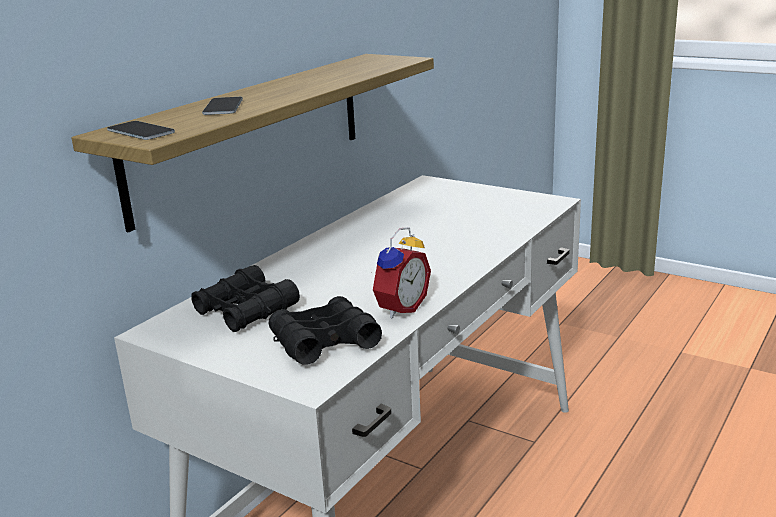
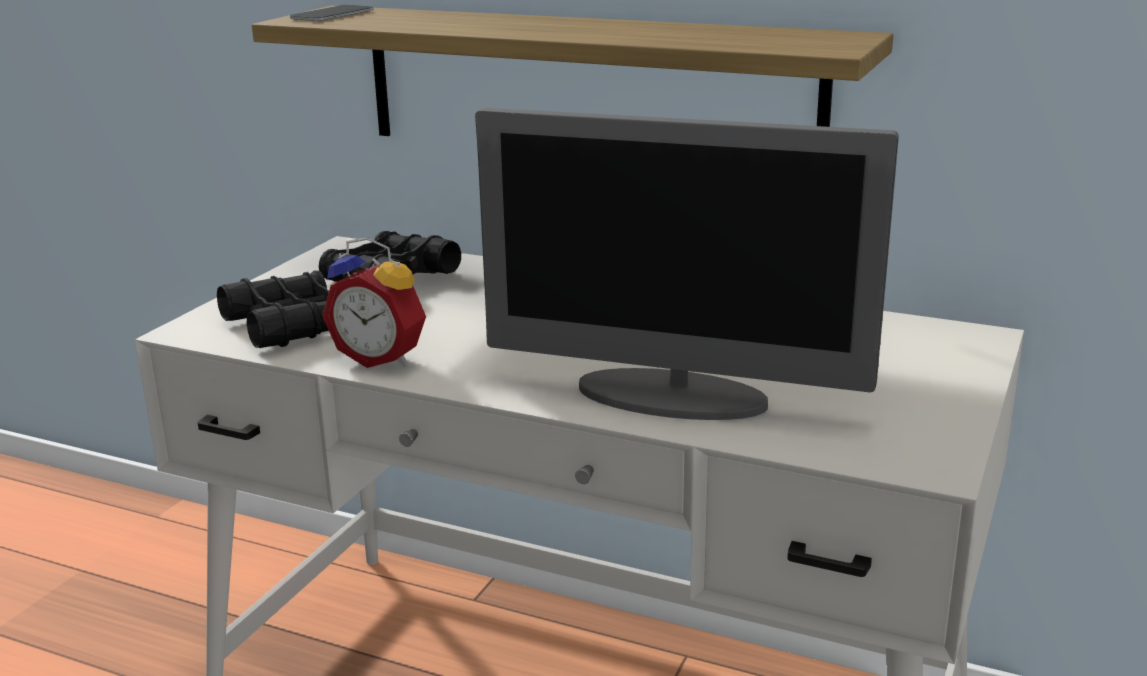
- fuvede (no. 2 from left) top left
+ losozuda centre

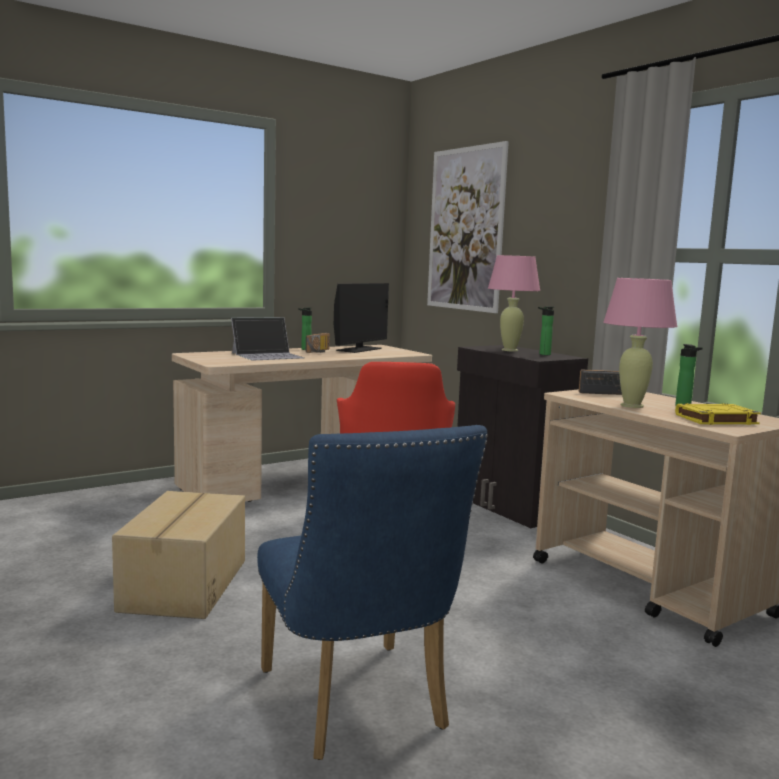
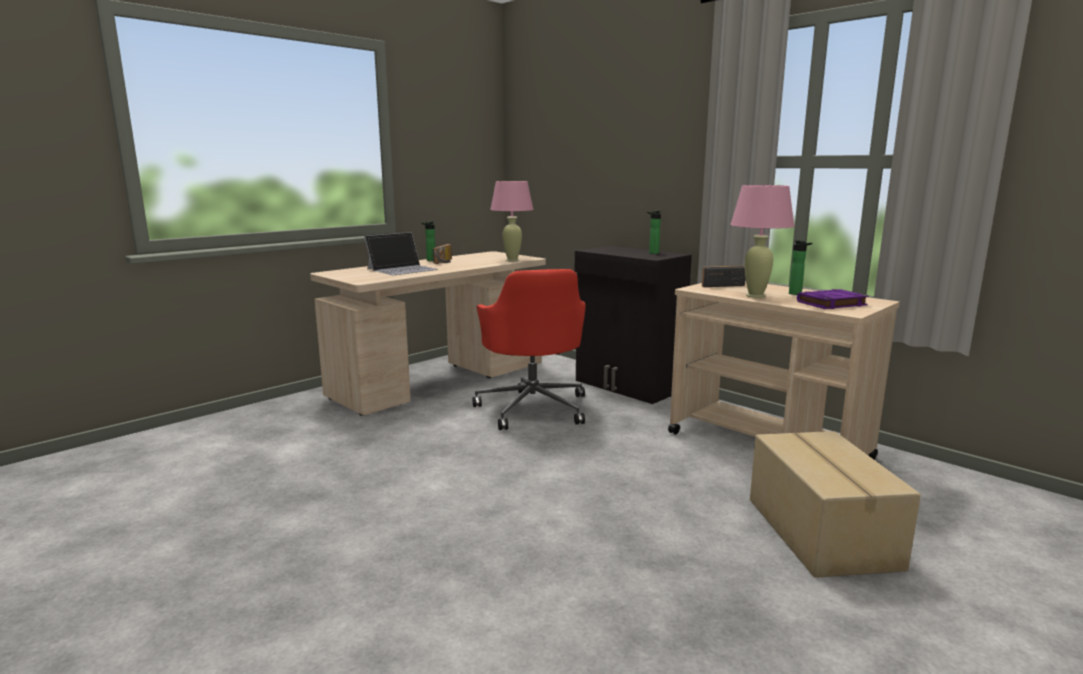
~ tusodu bottom left to bottom right
- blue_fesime bottom centre
- losozuda centre
- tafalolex top centre
~ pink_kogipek (no. 1 from left) centre to top centre
~ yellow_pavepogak middle right to purple_pavepogak middle right

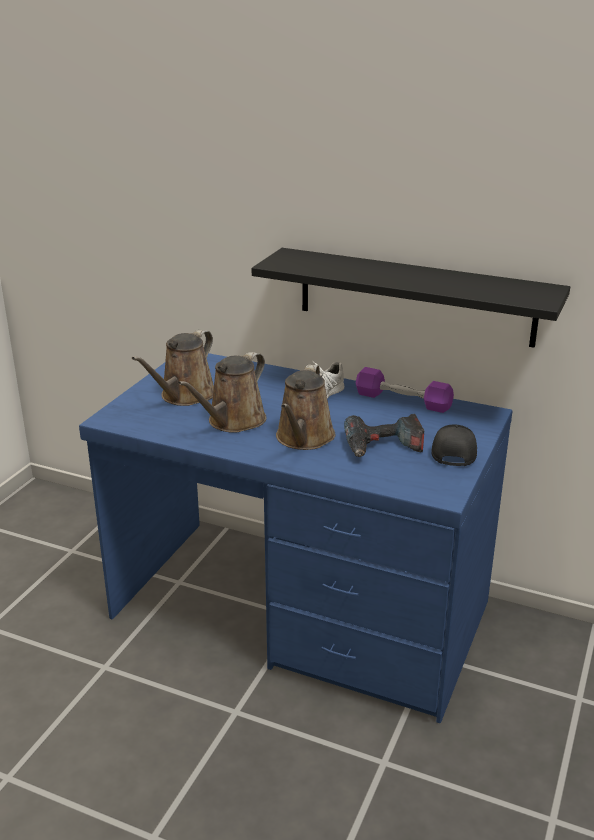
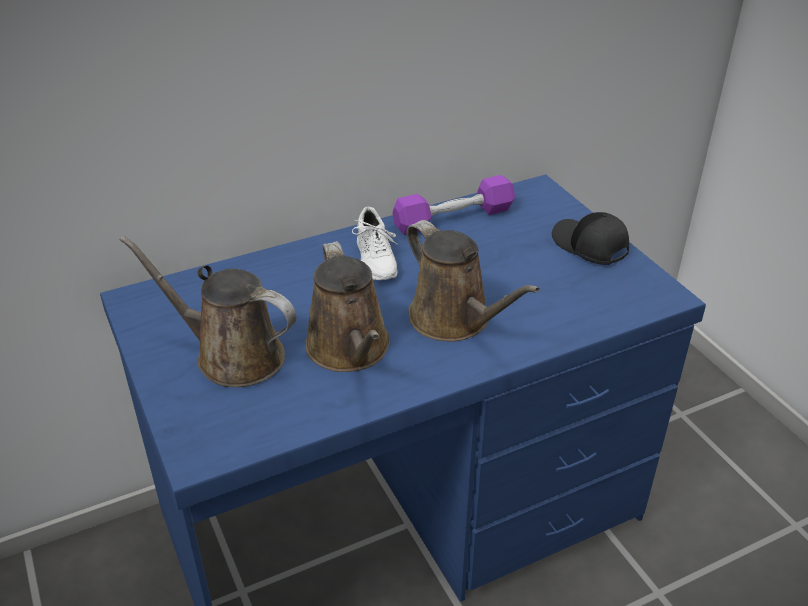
~ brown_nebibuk (no. 1 from left) middle left = middle left 135 degrees clockwise
- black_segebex middle right
- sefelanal centre

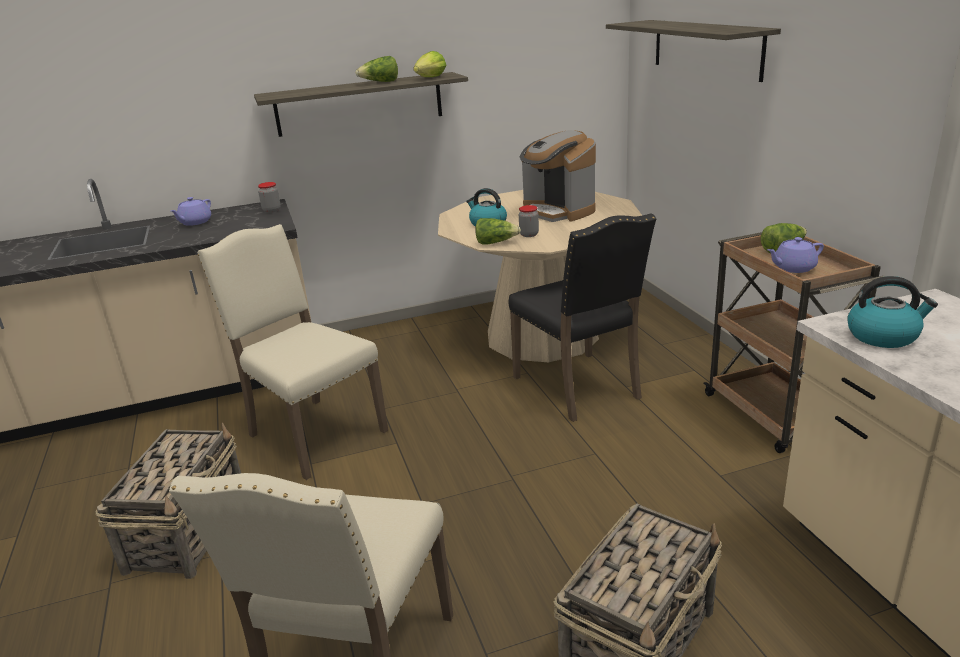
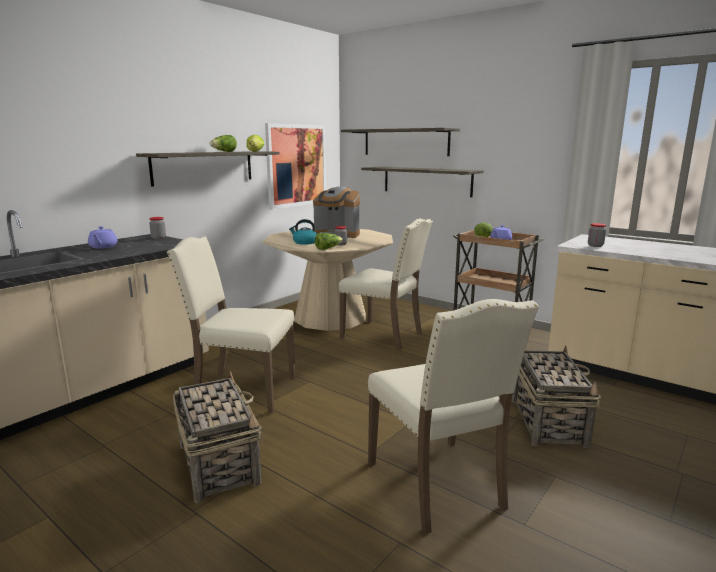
~ black_fesime centre to beige_fesime (no. 2 from left) centre
~ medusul (no. 2 from left) middle right to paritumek (no. 3 from left) middle right
+ tafalolex top centre
+ segebex (no. 3 from left) top centre

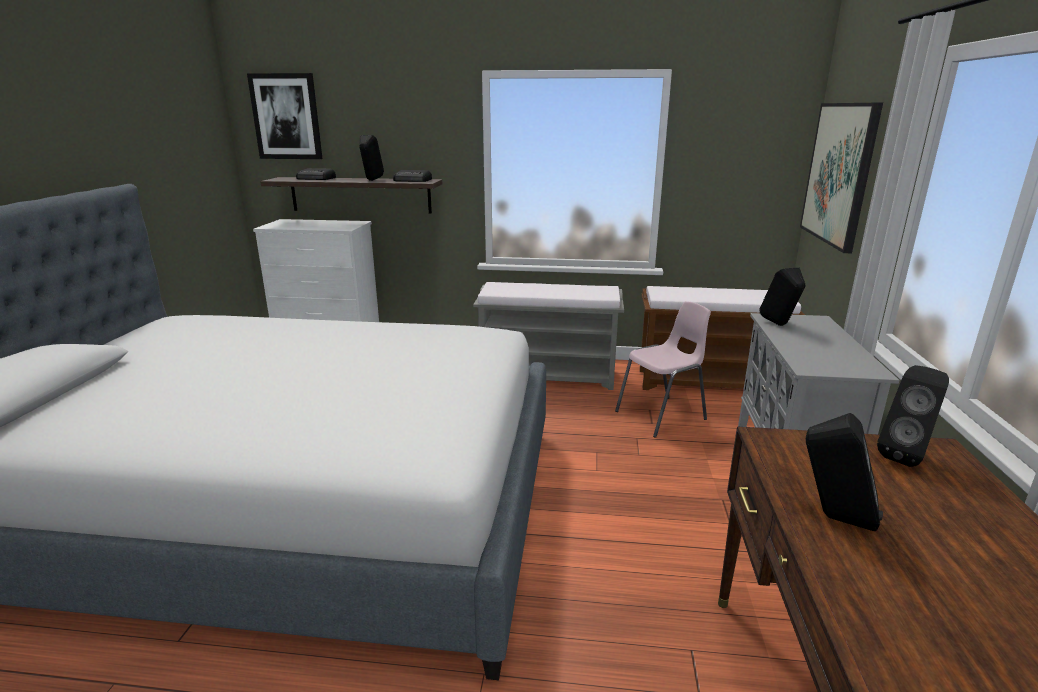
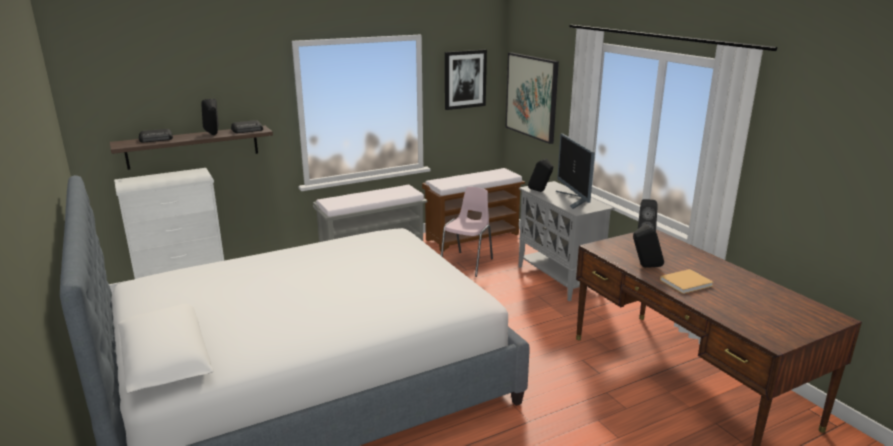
~ tafalolex (no. 1 from left) top left to top centre
+ losozuda centre
+ beige_pavepogak middle right

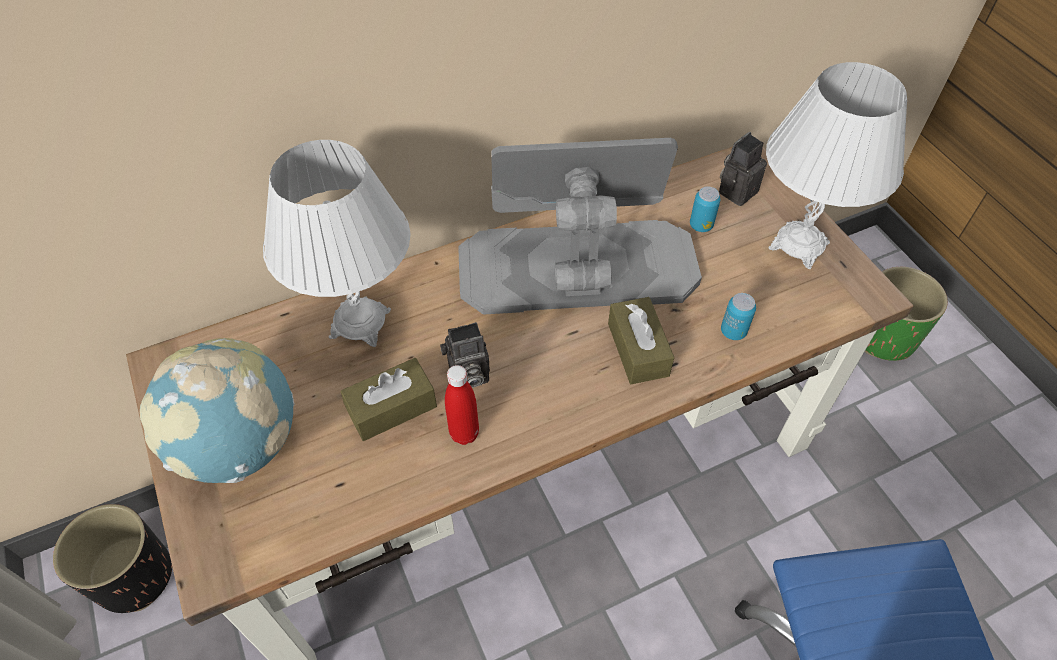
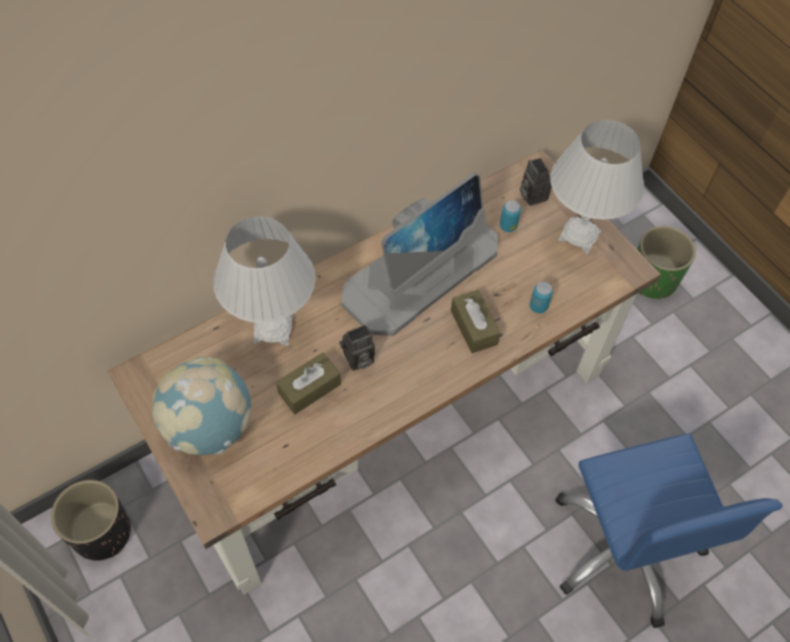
- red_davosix centre
~ losozuda centre = centre 150 degrees clockwise
~ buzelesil (no. 2 from left) top right = top right 60 degrees counterclockwise

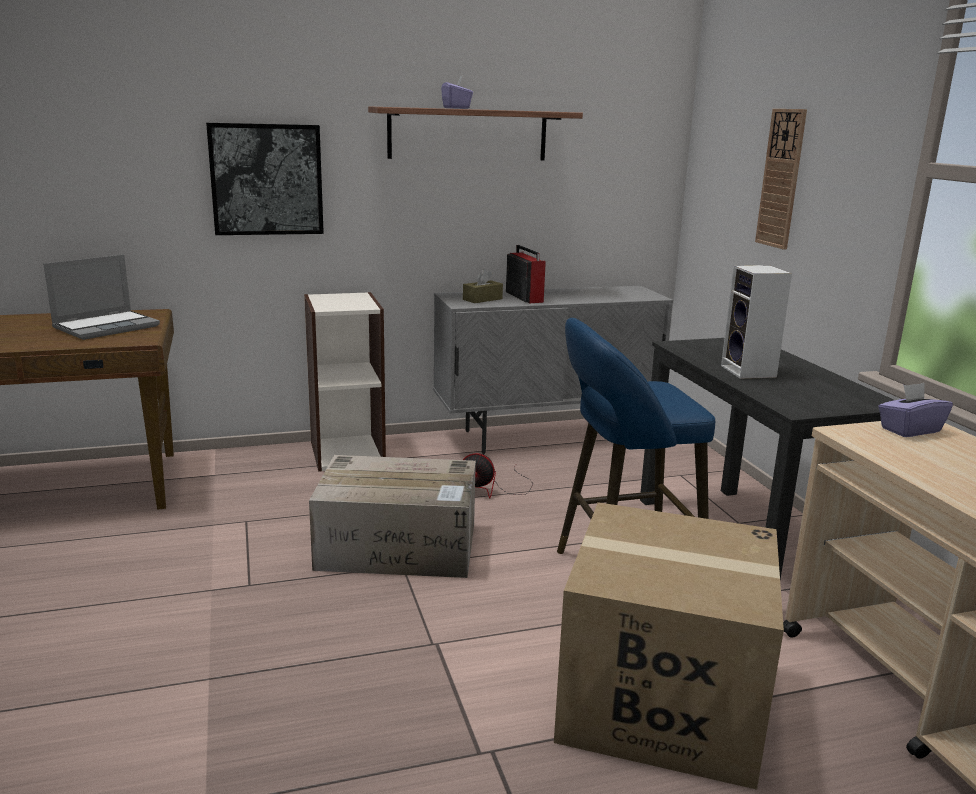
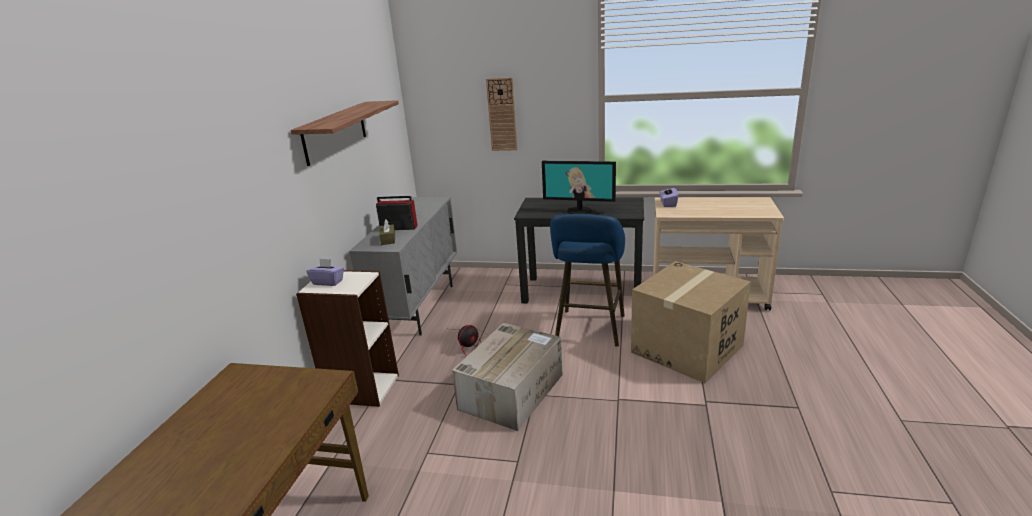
- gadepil middle left
- tafalolex top left
~ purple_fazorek (no. 1 from left) top centre to middle left
~ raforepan middle right to losozuda centre

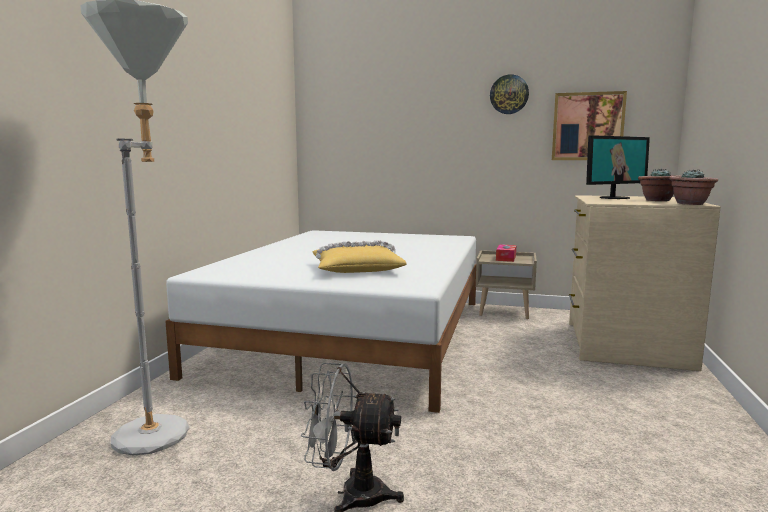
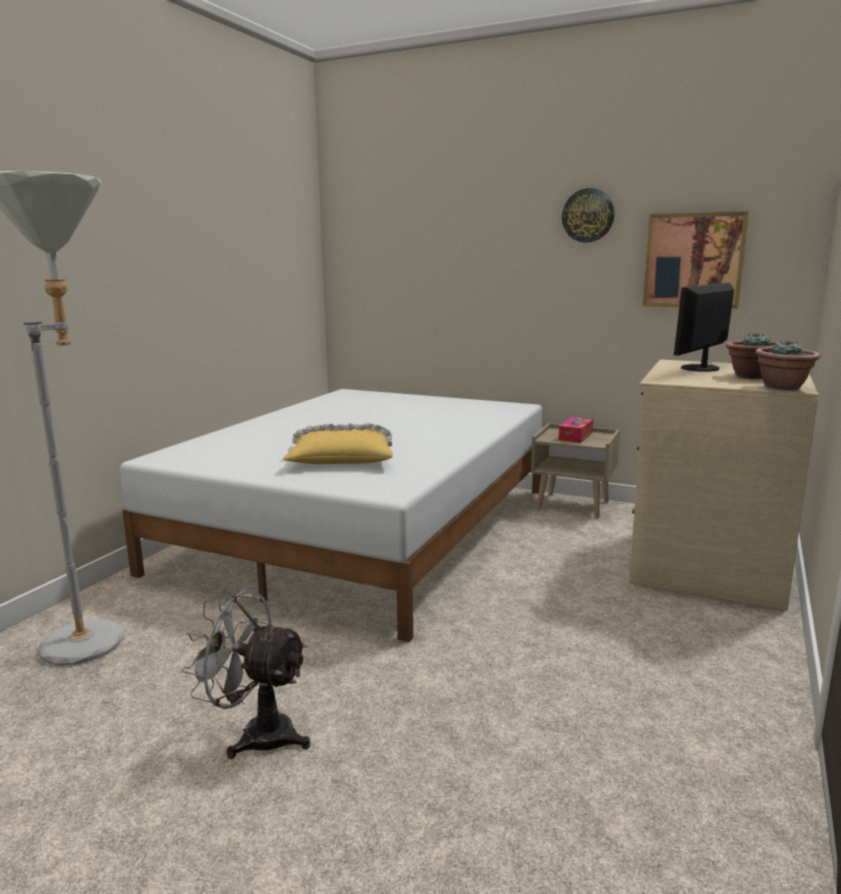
~ losozuda top right = middle right 150 degrees clockwise

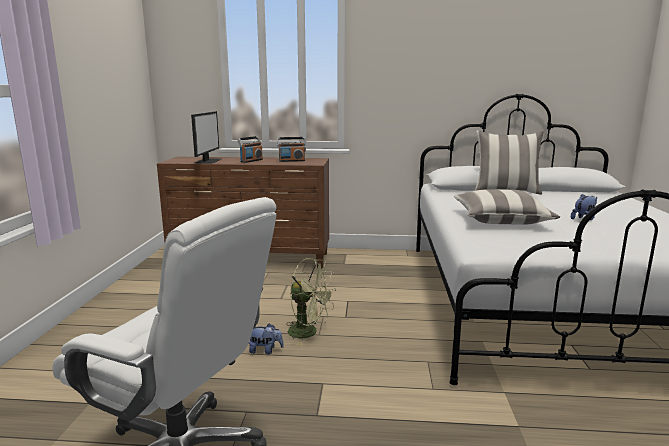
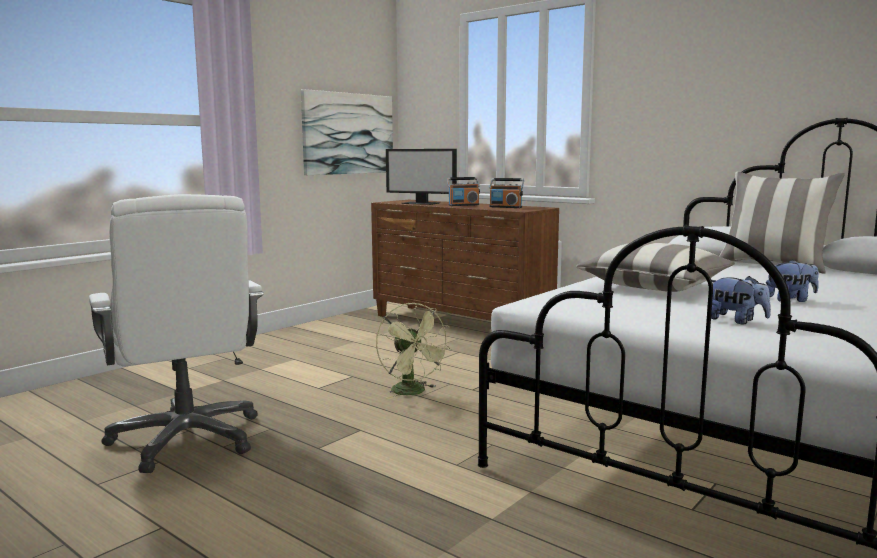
~ losozuda top left = top centre 75 degrees clockwise
~ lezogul (no. 1 from left) bottom centre to middle right
+ tafalolex top centre

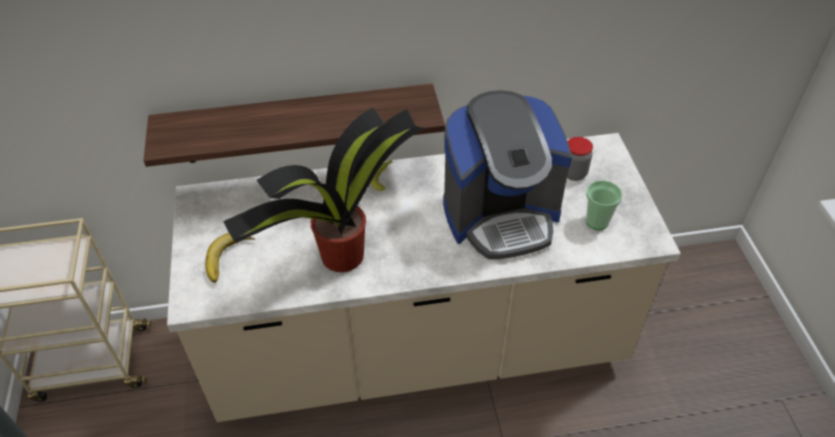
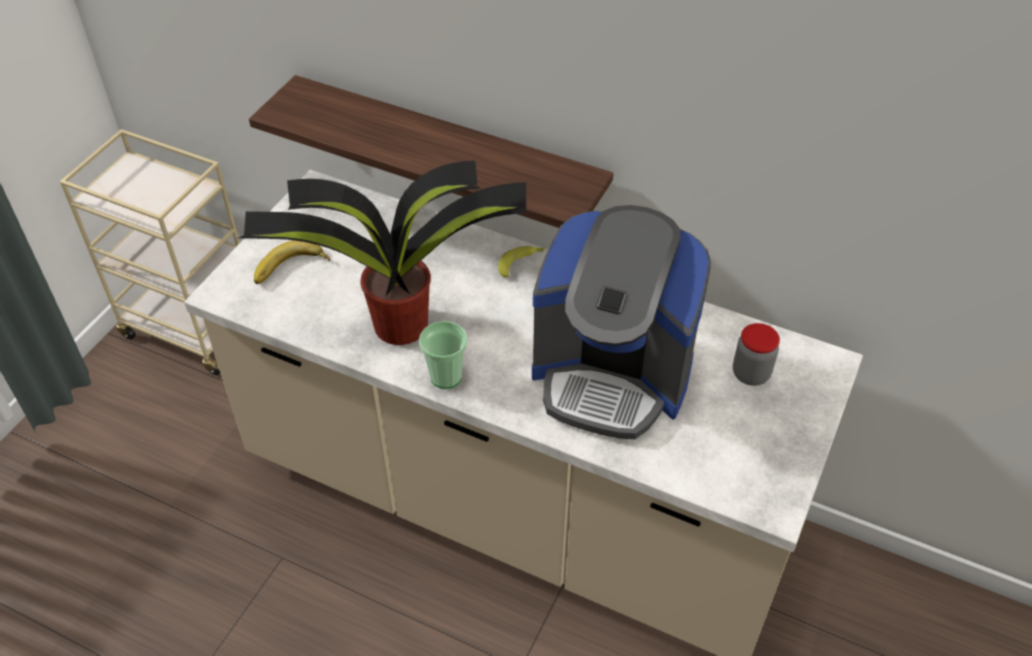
~ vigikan middle right to centre

